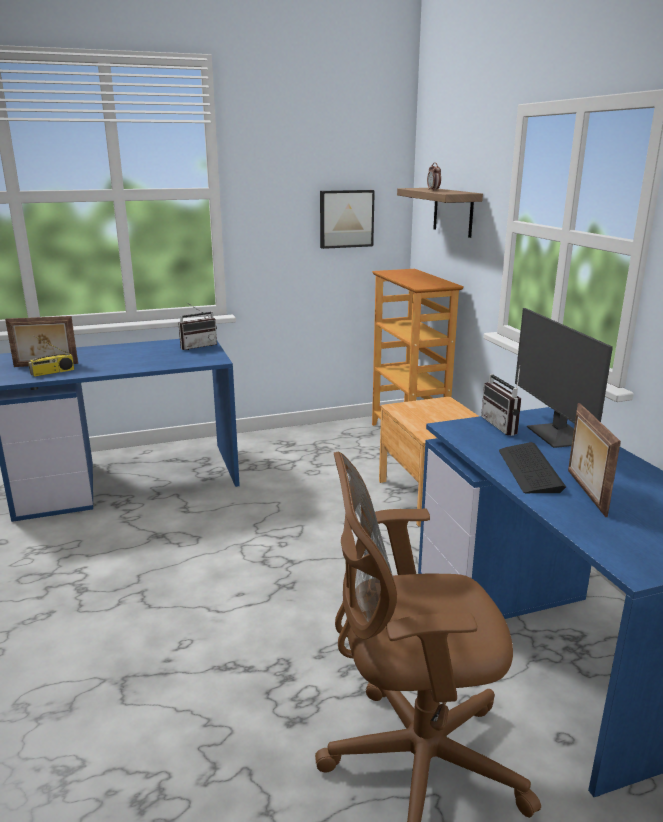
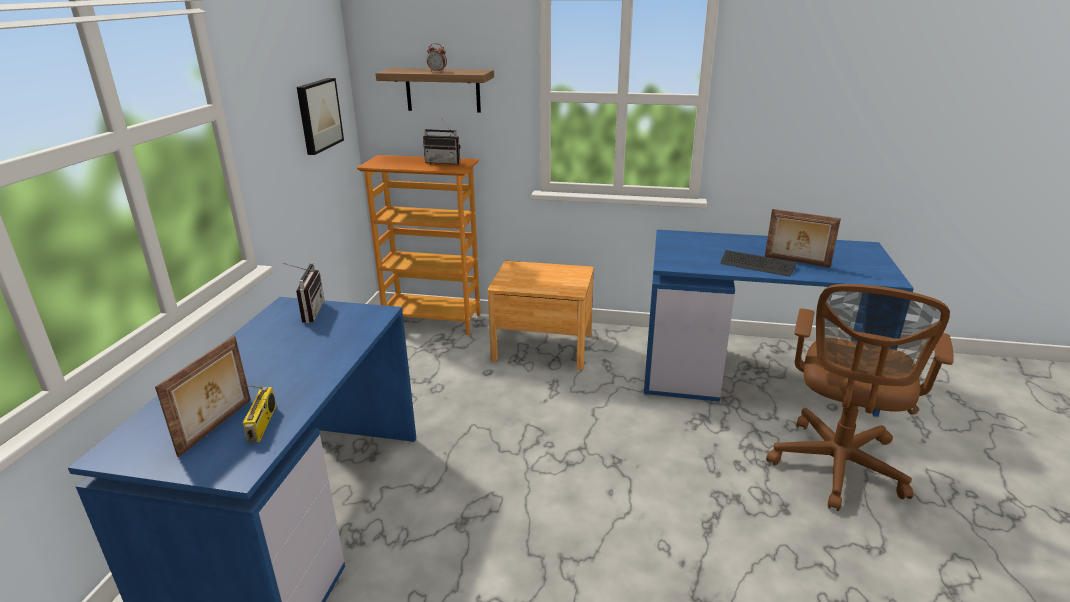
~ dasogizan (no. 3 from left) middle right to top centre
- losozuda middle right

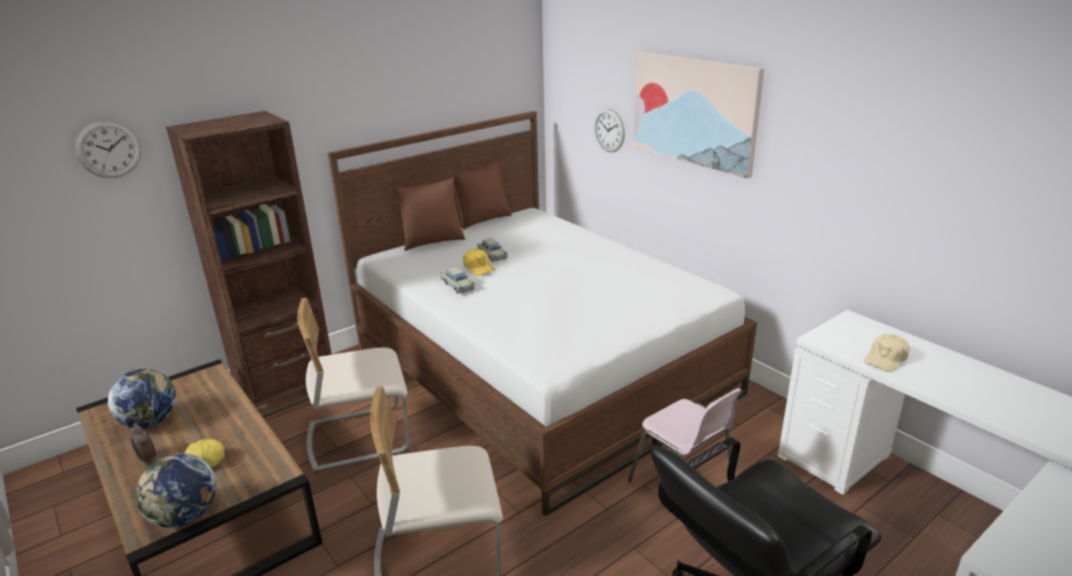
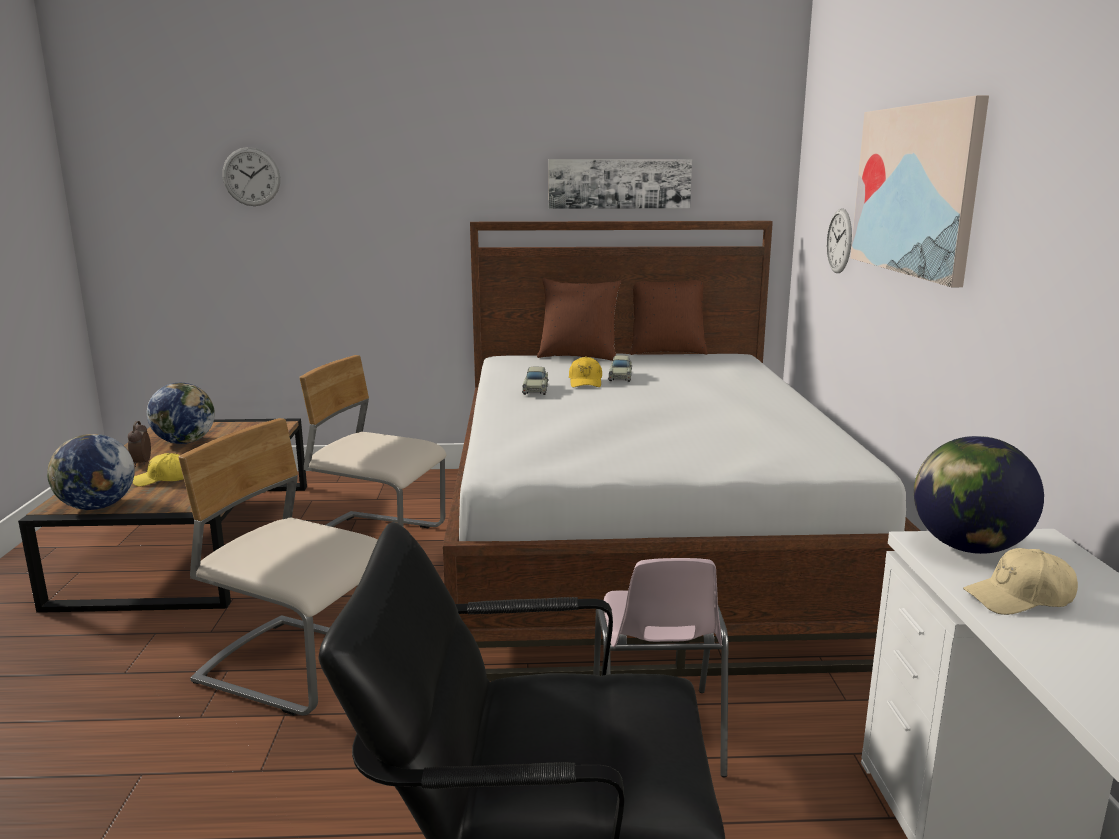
- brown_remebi middle left
+ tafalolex (no. 1 from left) top centre
+ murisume (no. 3 from left) middle right

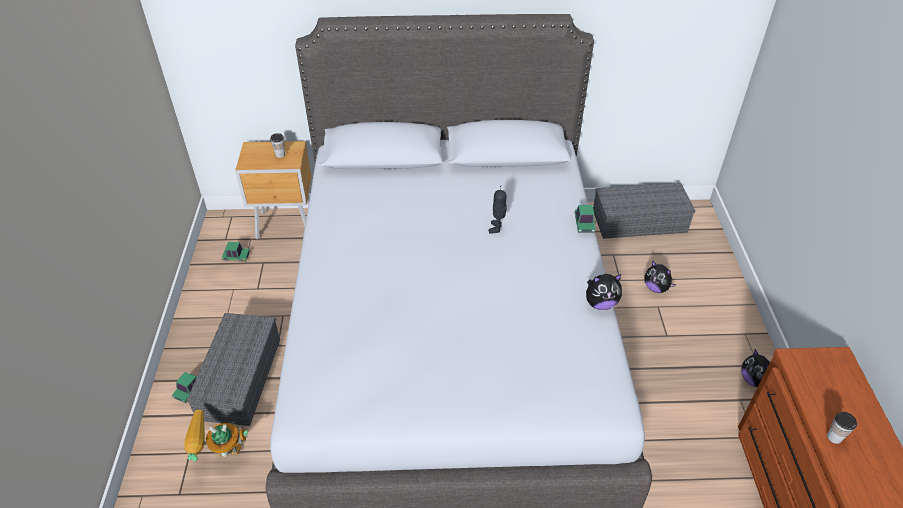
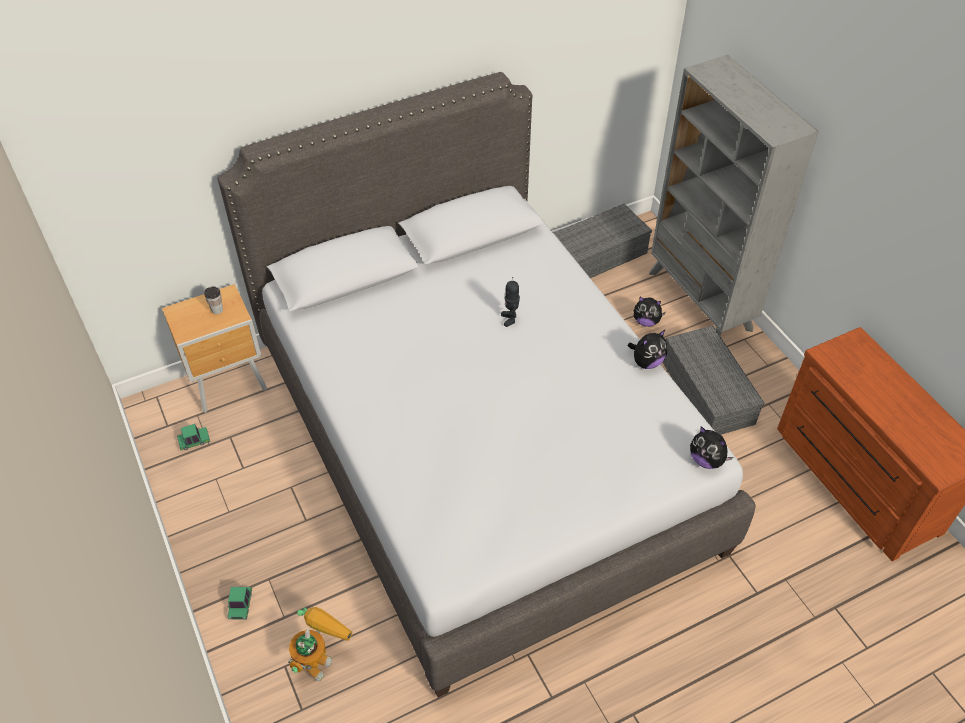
~ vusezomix (no. 1 from left) bottom left = bottom left 150 degrees clockwise
~ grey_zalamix (no. 1 from left in the first image) bottom left to grey_zalamix (no. 2 from left) middle right
- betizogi (no. 3 from left) centre
~ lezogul (no. 3 from left) bottom right to middle right
- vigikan (no. 2 from left) bottom right
+ grey_remebi top right

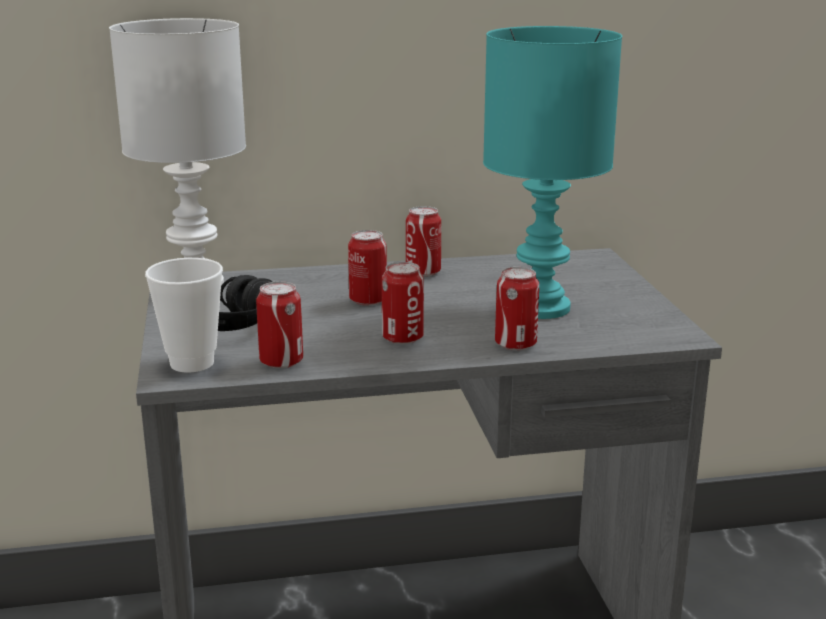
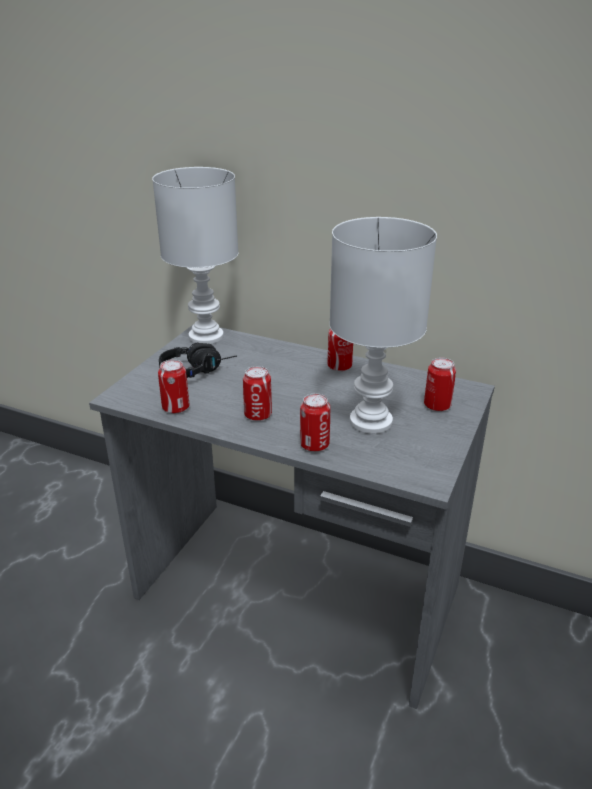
- vigikan middle left
~ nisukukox (no. 2 from left in the first image) centre to nisukukox (no. 5 from left) middle right
~ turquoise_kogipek top right to white_kogipek (no. 2 from left) centre

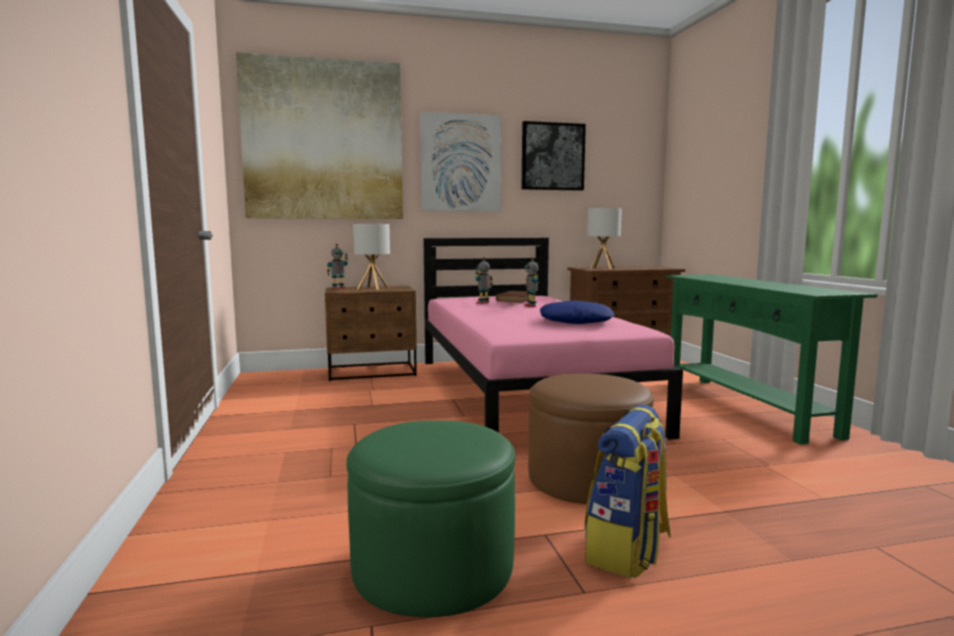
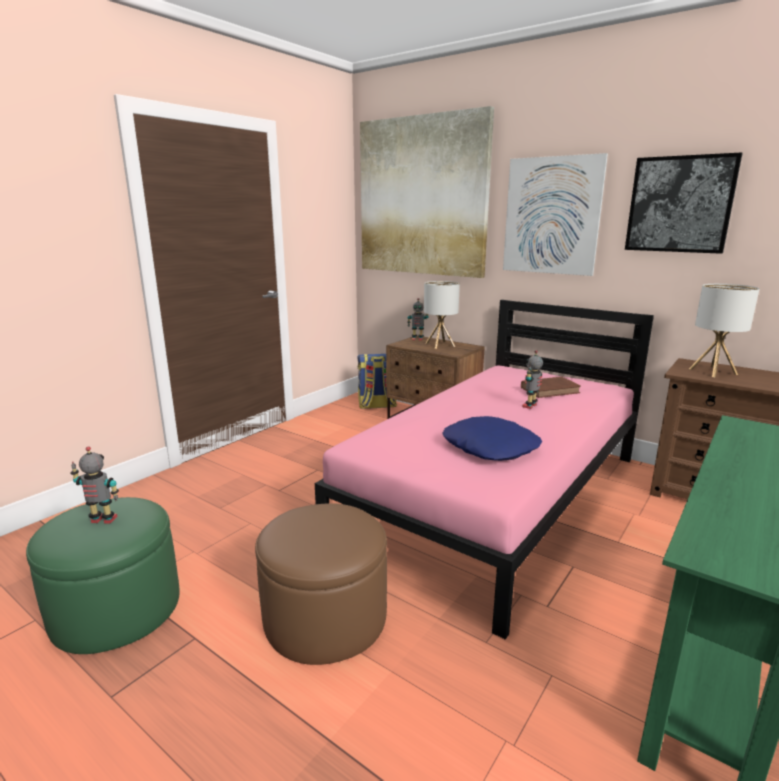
~ vusezomix (no. 2 from left in the first image) centre to vusezomix (no. 1 from left) middle left
~ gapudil bottom centre to centre

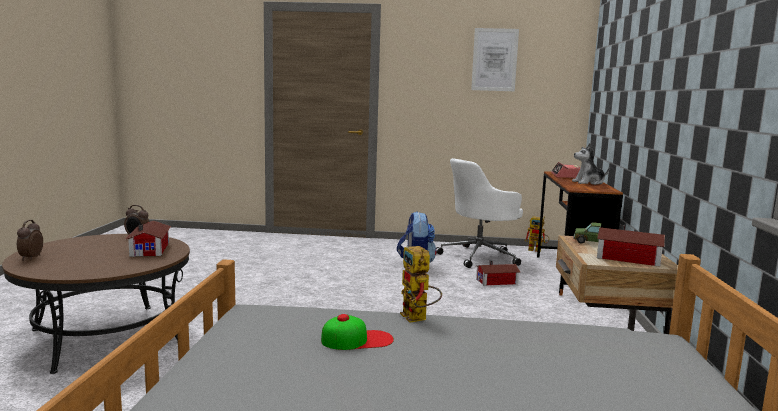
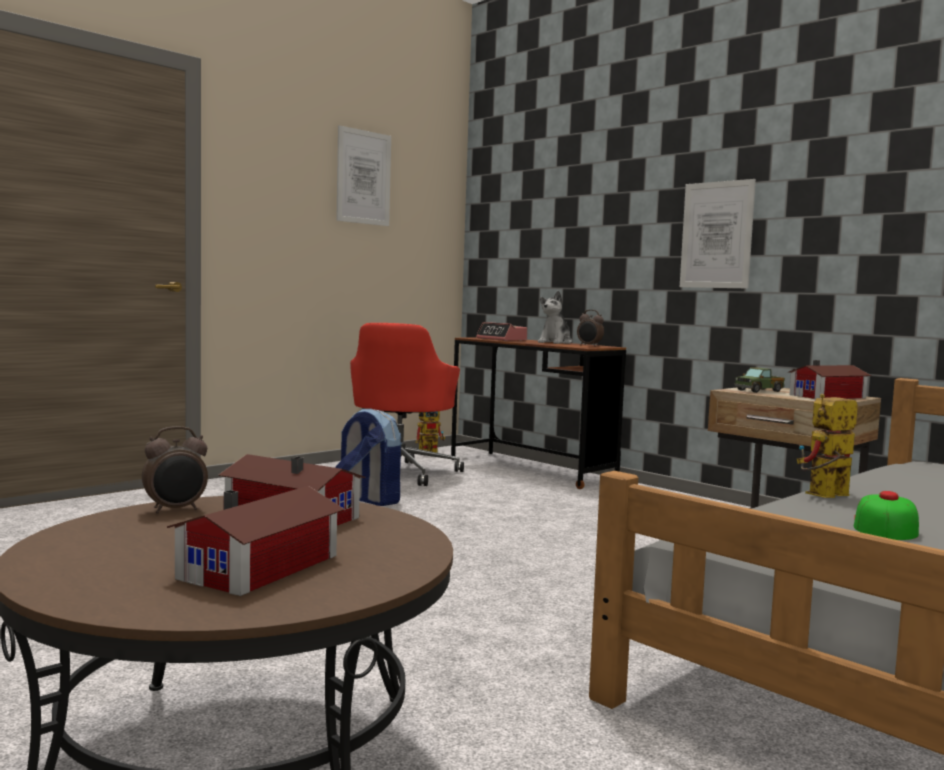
~ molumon (no. 1 from left in the first image) middle left to molumon (no. 3 from left) centre
~ vusezomix (no. 1 from left in the first image) bottom centre = middle right 135 degrees clockwise
~ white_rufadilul centre to red_rufadilul centre
~ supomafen (no. 2 from left in the first image) centre to supomafen (no. 1 from left) bottom left
+ tafalolex (no. 2 from left) top right

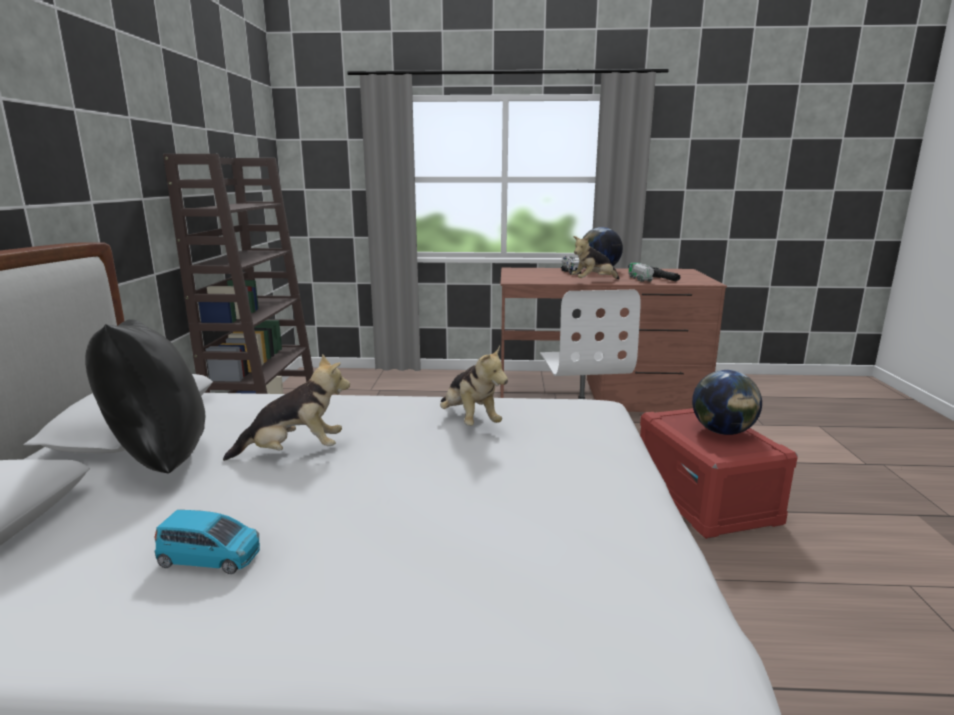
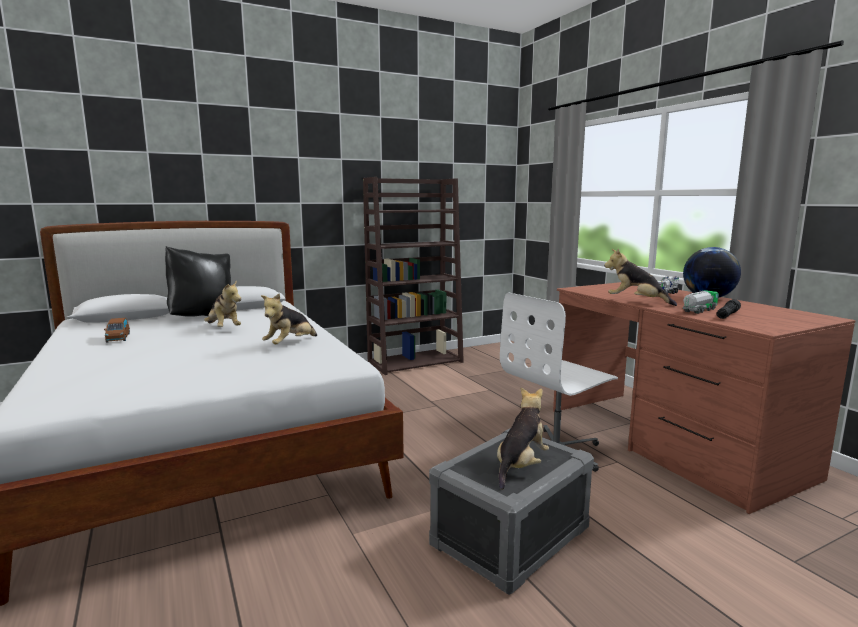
~ blue_betizogi bottom left to brown_betizogi middle left
~ red_zalamix middle right to grey_zalamix bottom centre
~ murisume (no. 2 from left) middle right to lezogul (no. 3 from left) bottom centre

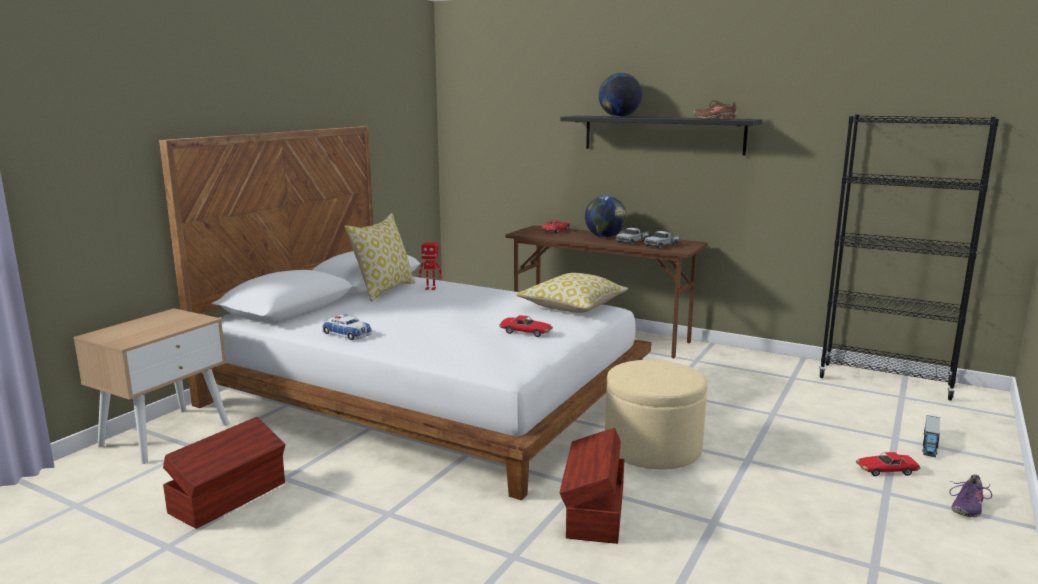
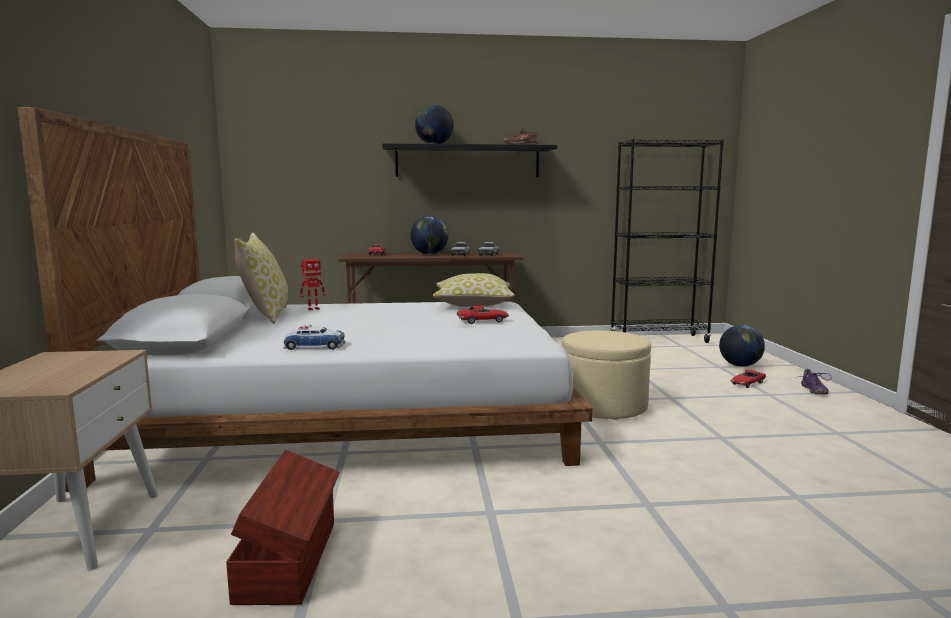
- brown_zalamix (no. 2 from left) bottom centre
~ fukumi (no. 3 from left) bottom right to murisume (no. 3 from left) middle right

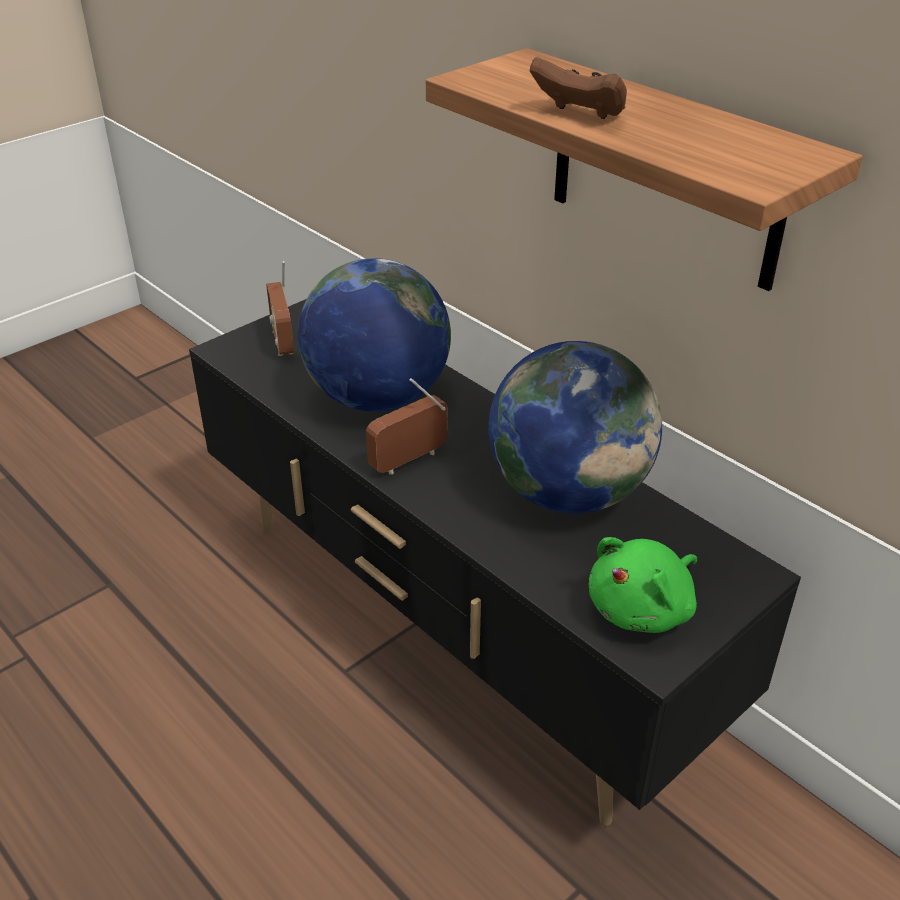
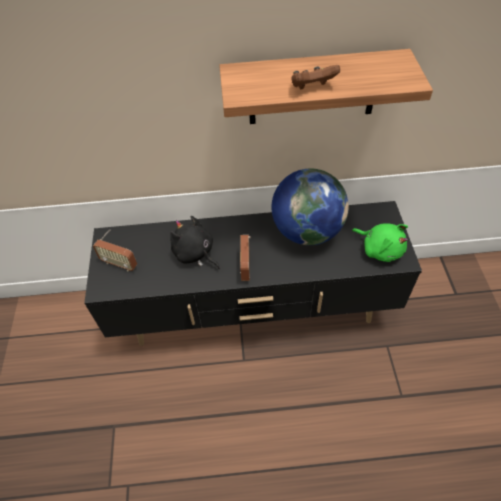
~ murisume (no. 1 from left) centre to black_lezogul centre
~ green_lezogul middle right = middle right 45 degrees counterclockwise

